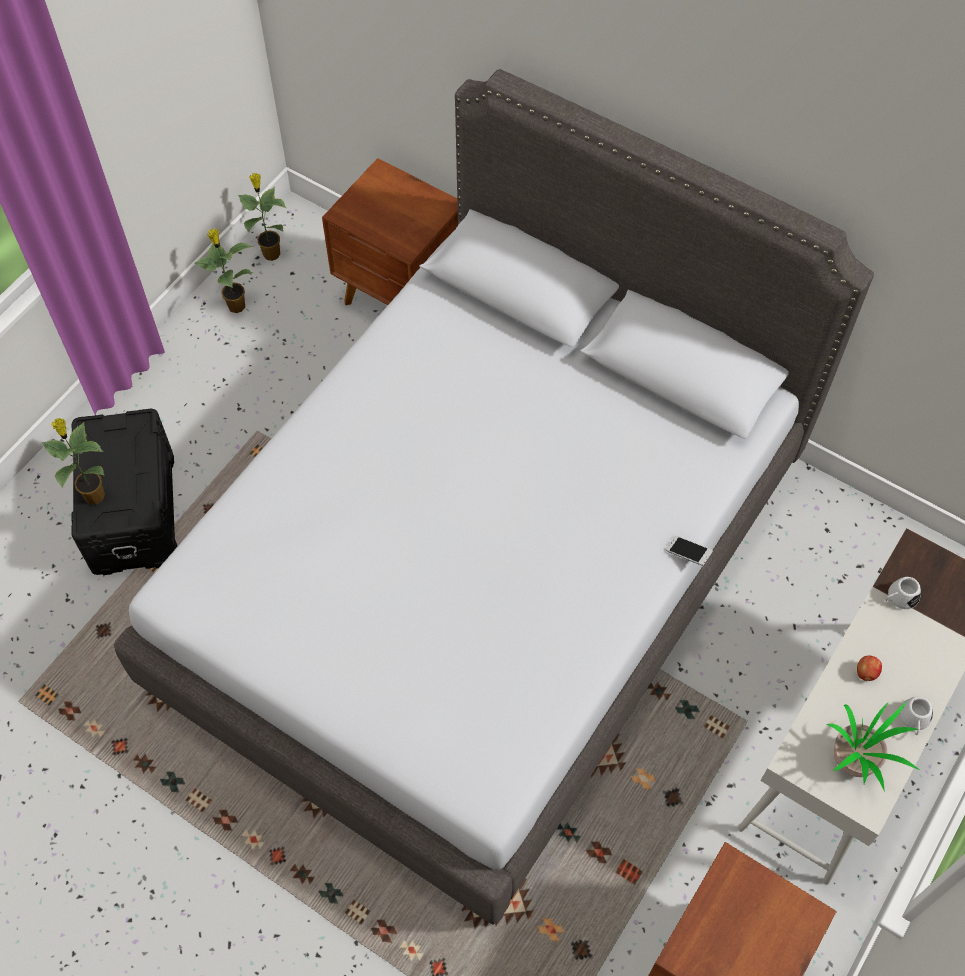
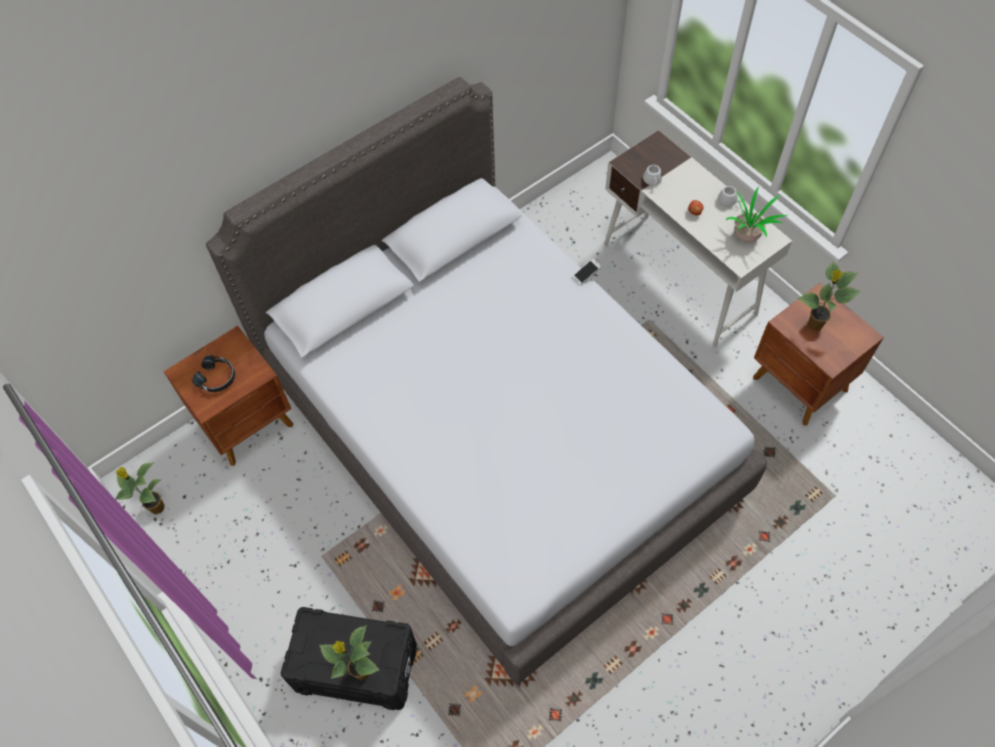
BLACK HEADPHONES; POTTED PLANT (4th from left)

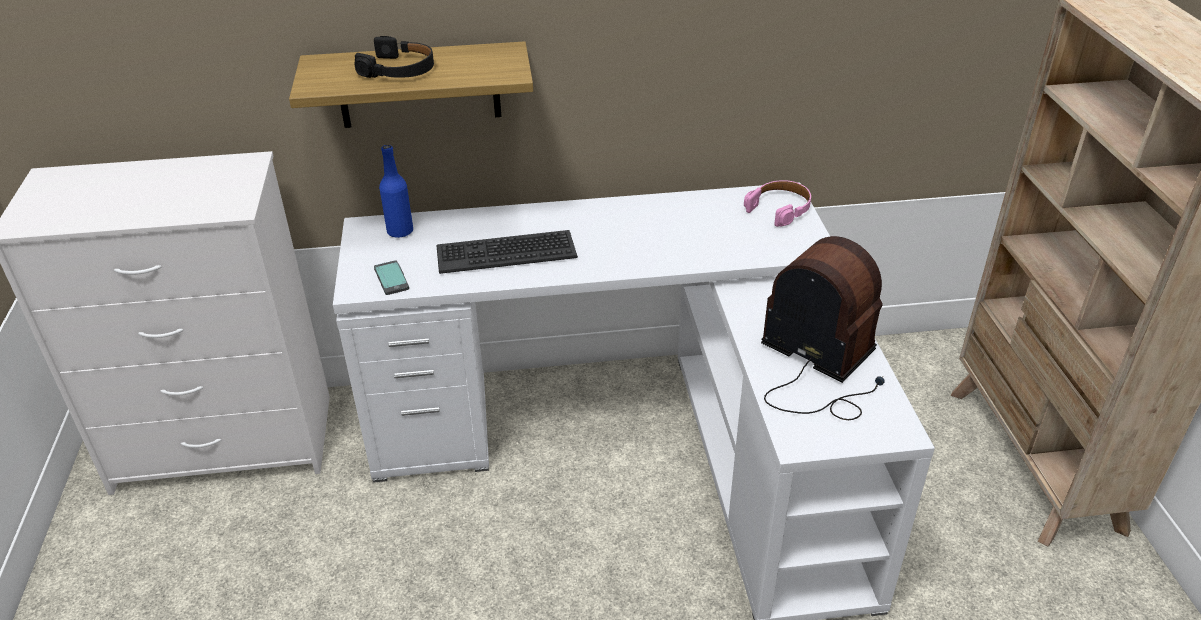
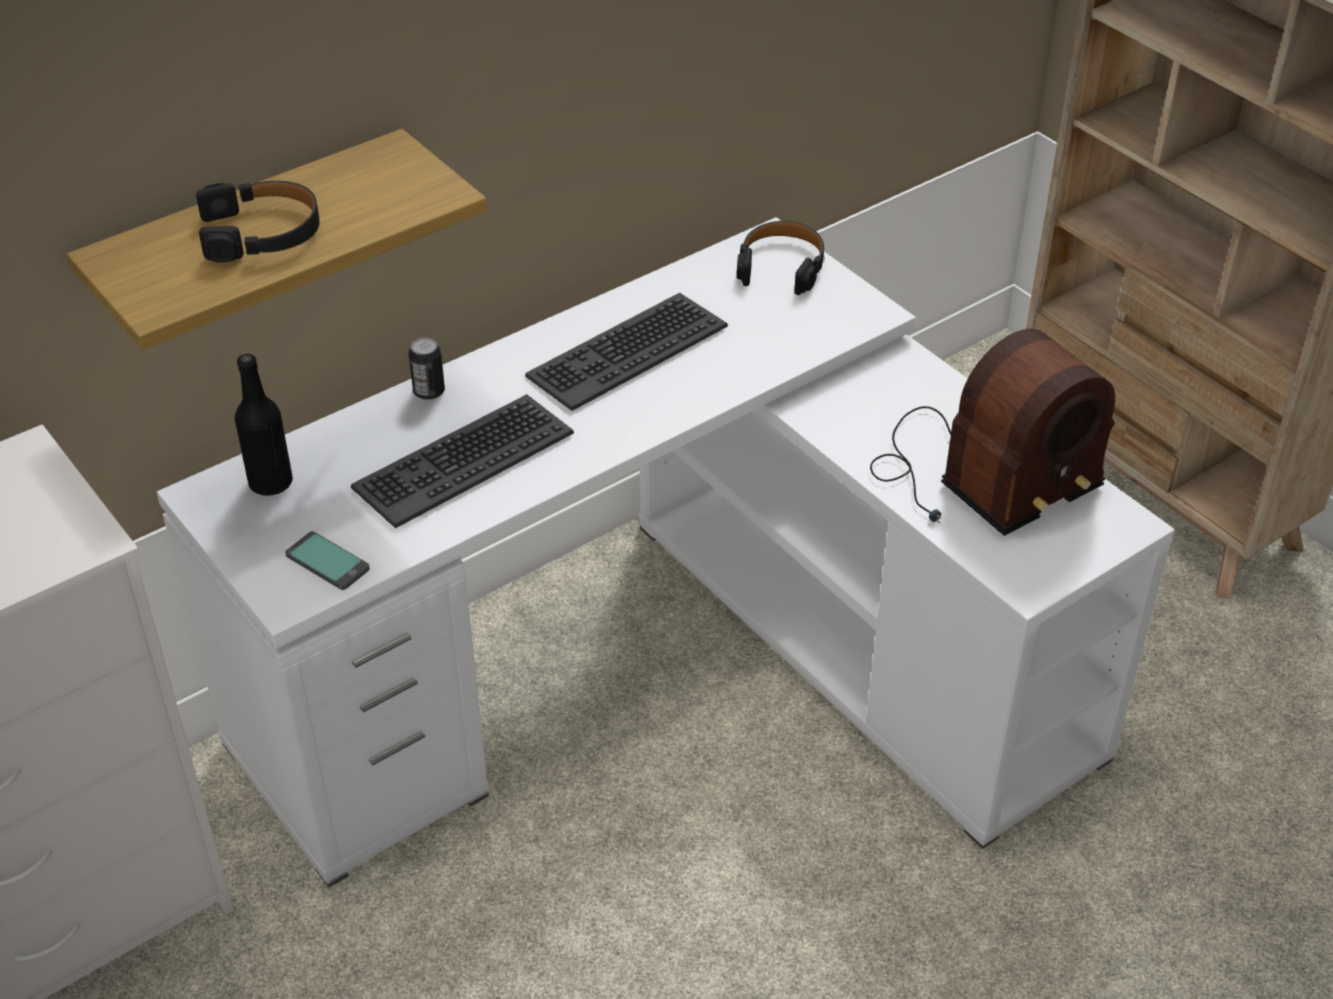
BLACK BOTTLE; CAN; KEYBOARD (2nd from left); BLACK HEADPHONES (2nd from left); RADIO

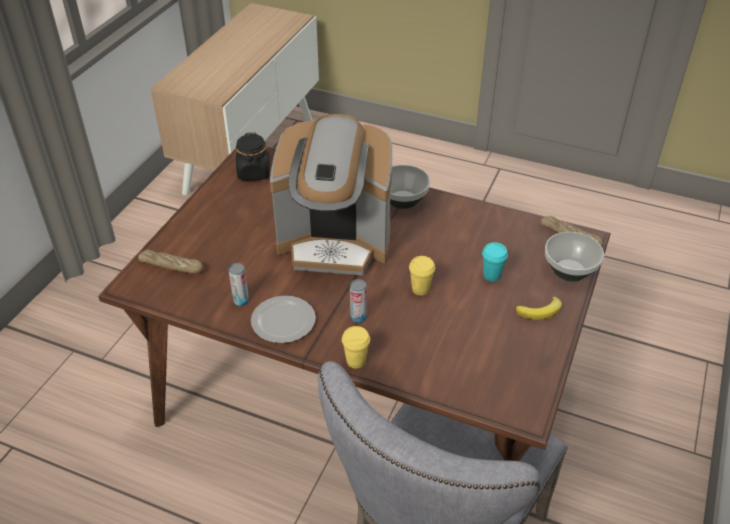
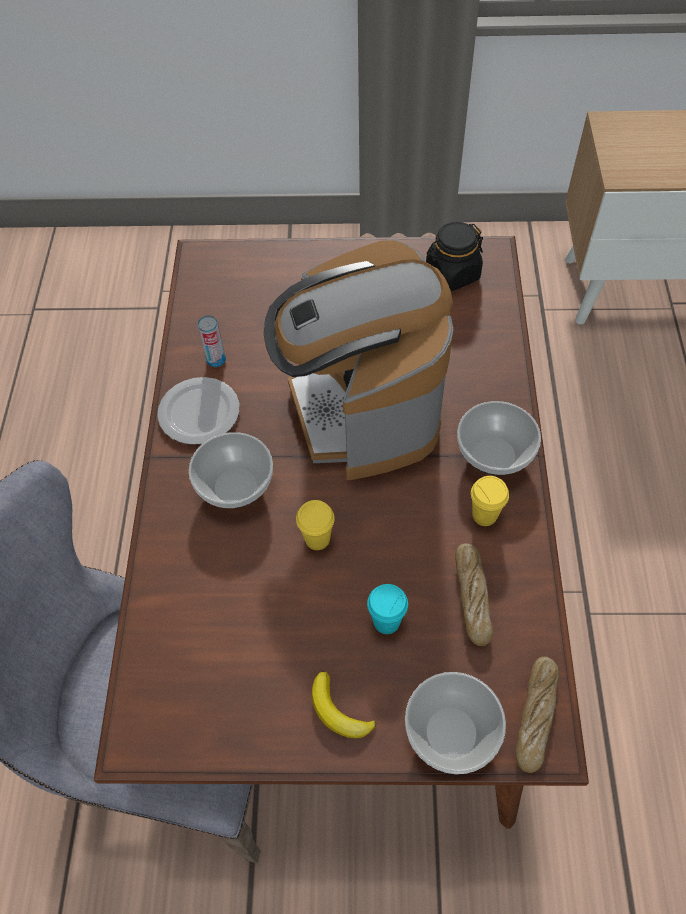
BOWL (1st from left); BREAD (1st from left); YELLOW CUP (2nd from left)

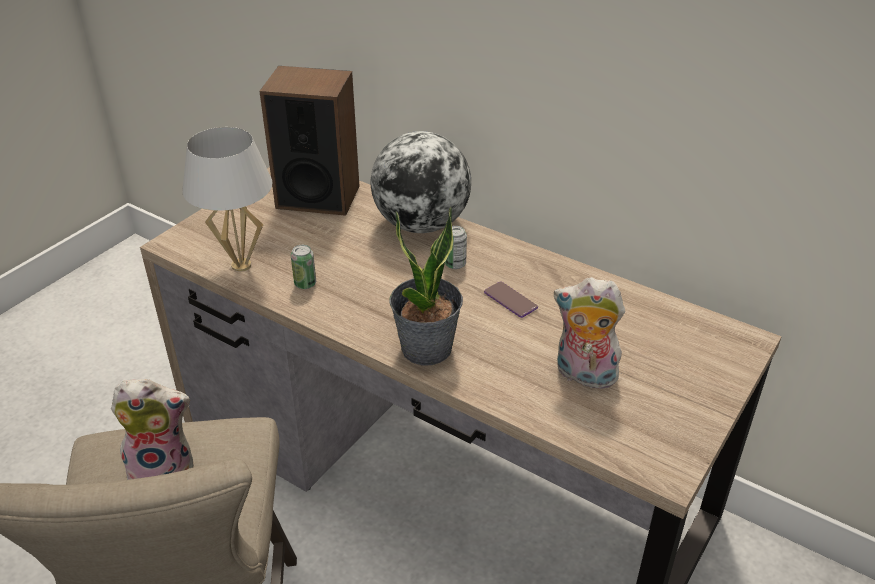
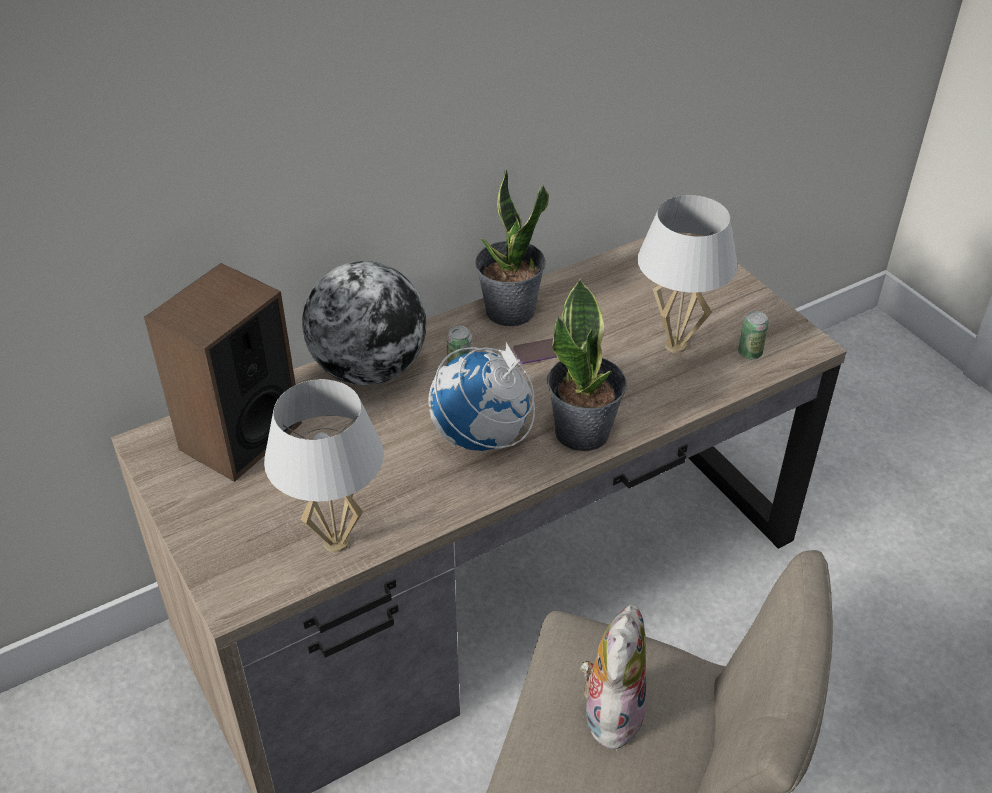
GLOBE (2nd from left); POTTED PLANT (1st from left); WHITE TABLE LAMP (2nd from left); CAN (2nd from left)

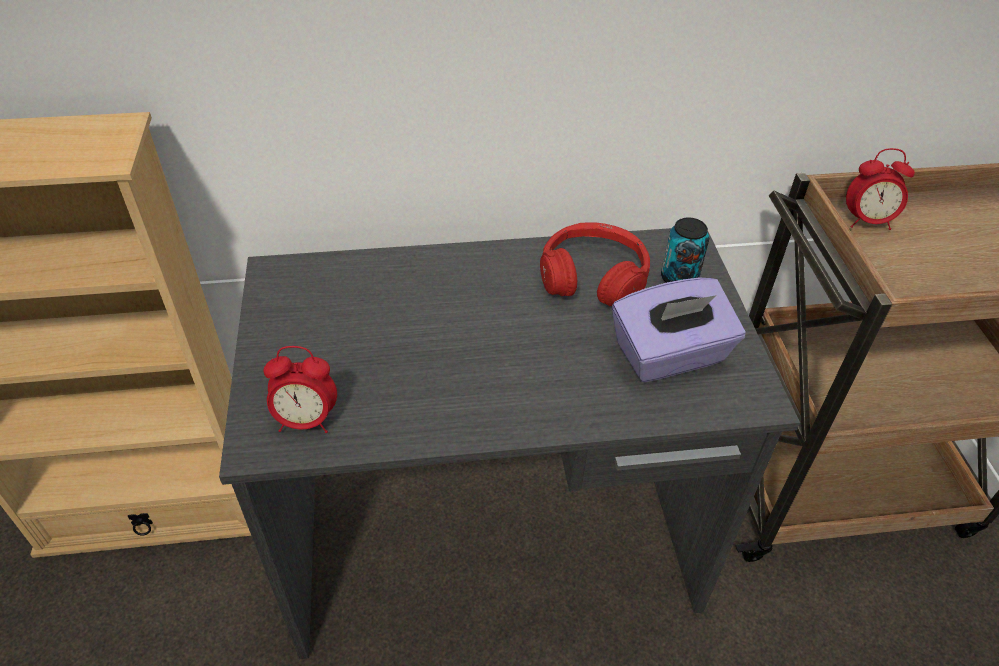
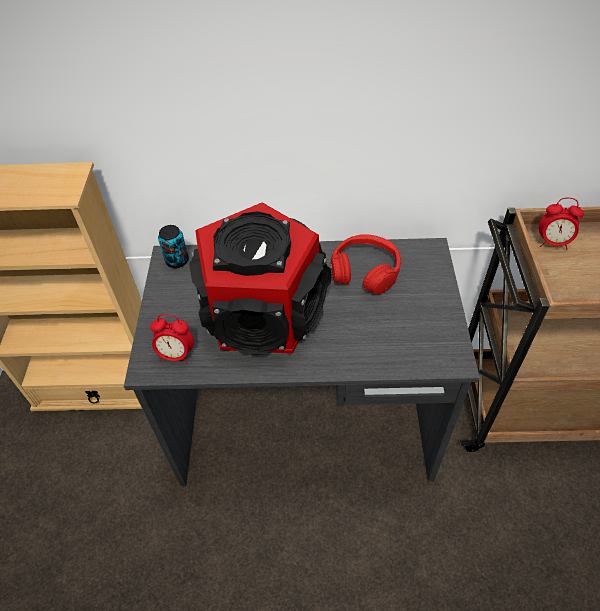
CAN; SPEAKER; PURPLE TISSUE BOX

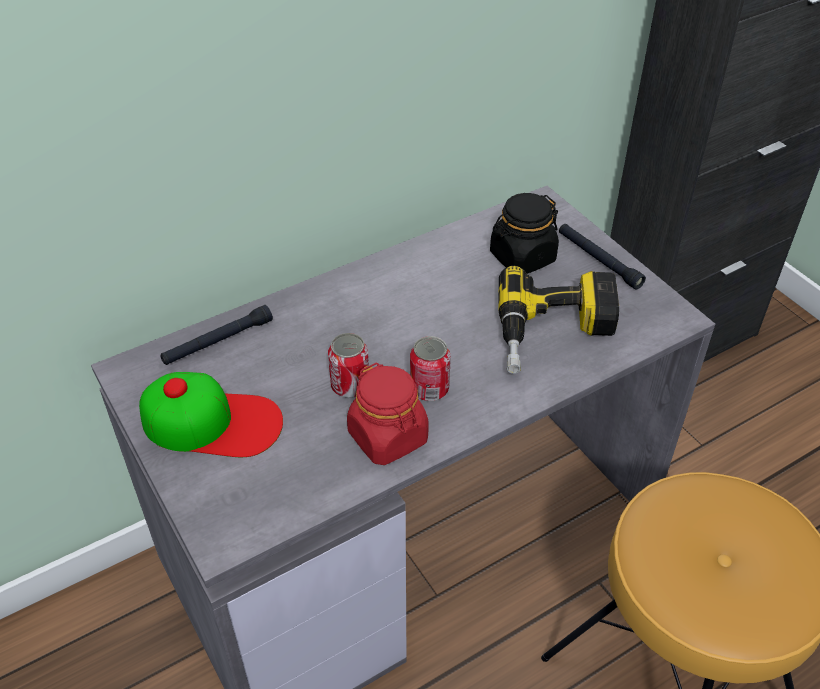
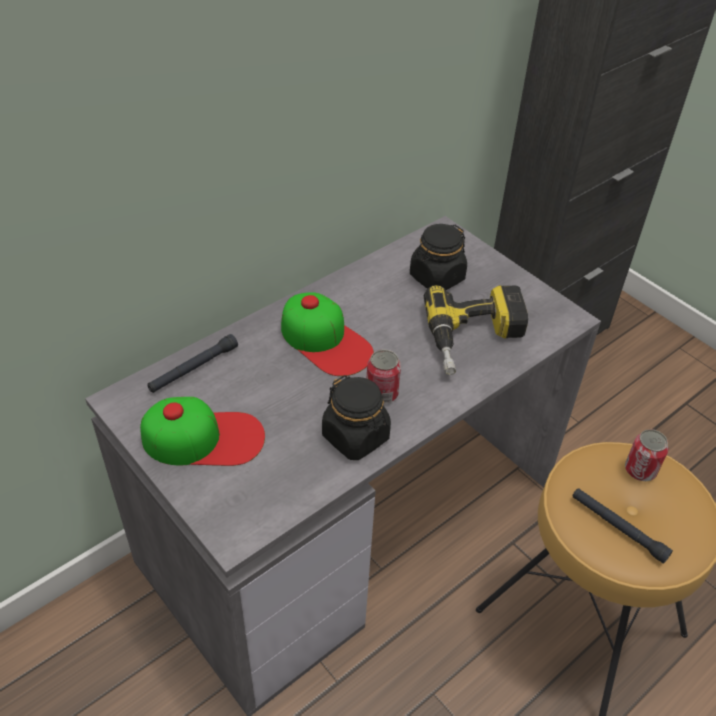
CAP (2nd from left); BLACK JAR (1st from left); BLACK FLASHLIGHT (2nd from left); CAN (2nd from left)

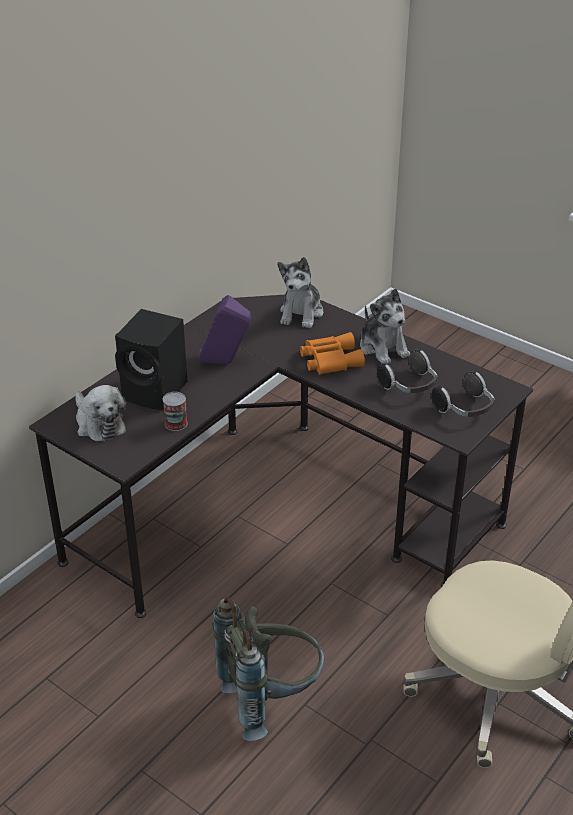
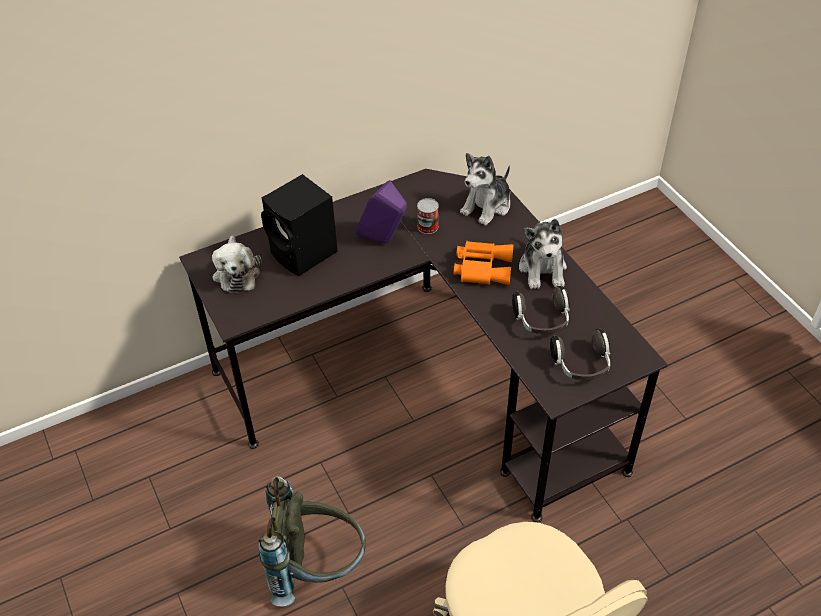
CAN

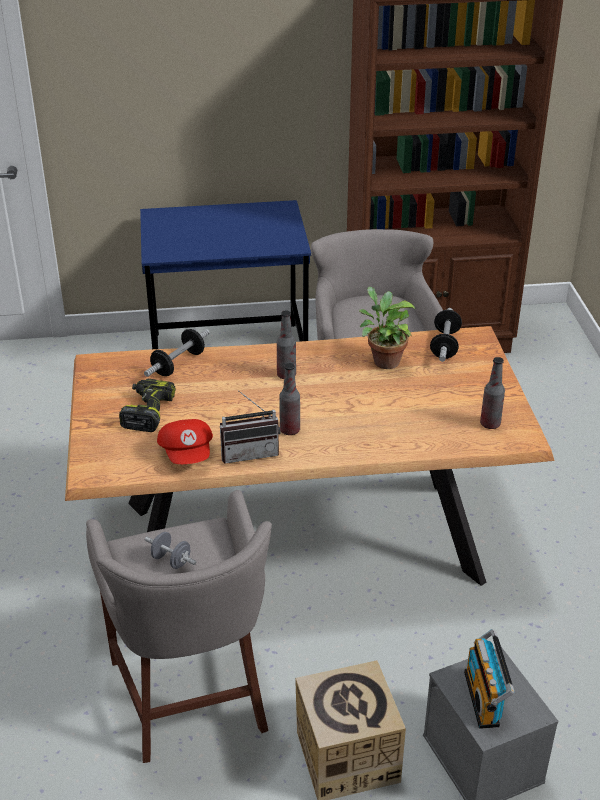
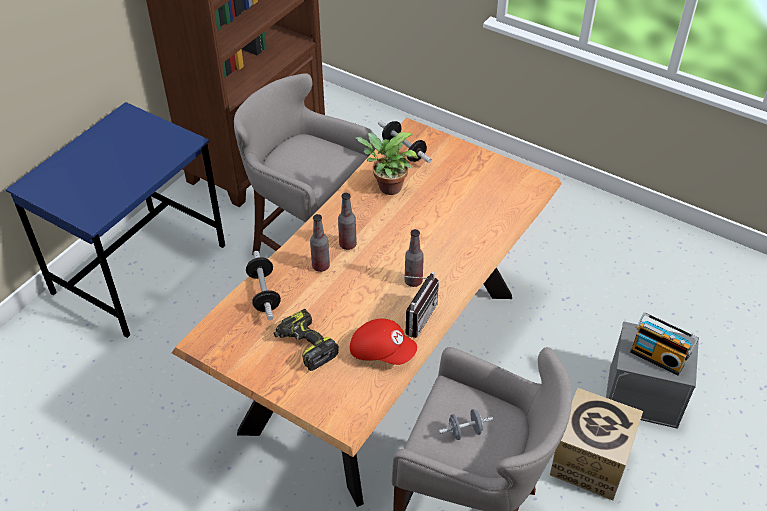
BOTTLE (1st from left)

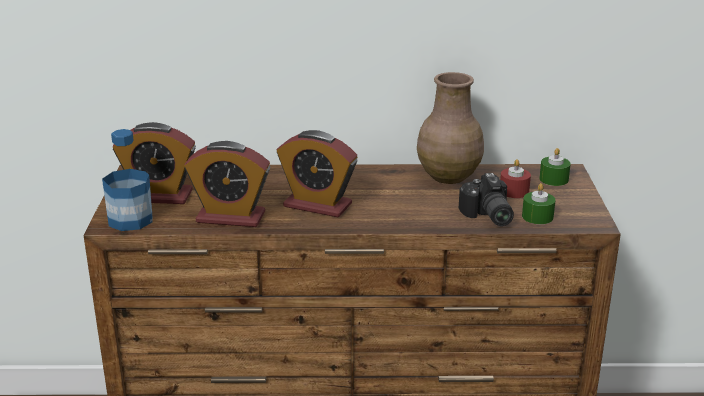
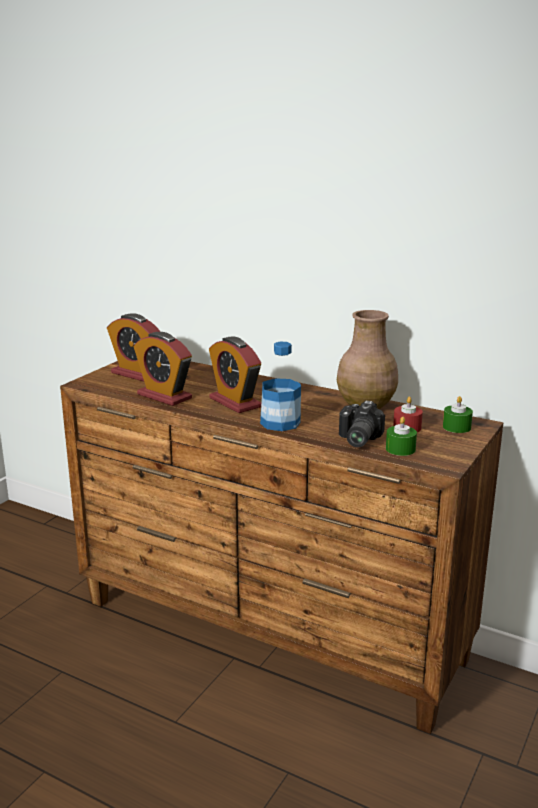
BOTTLE

